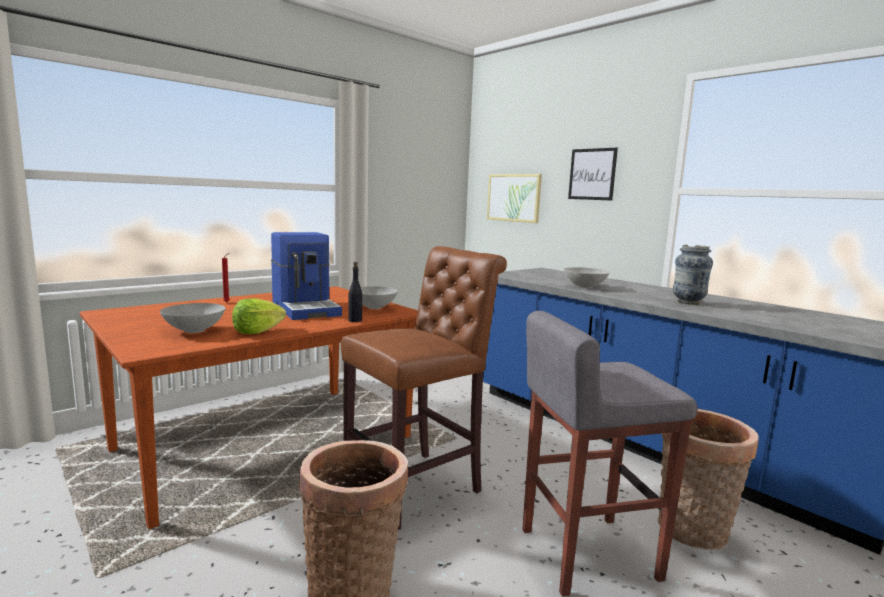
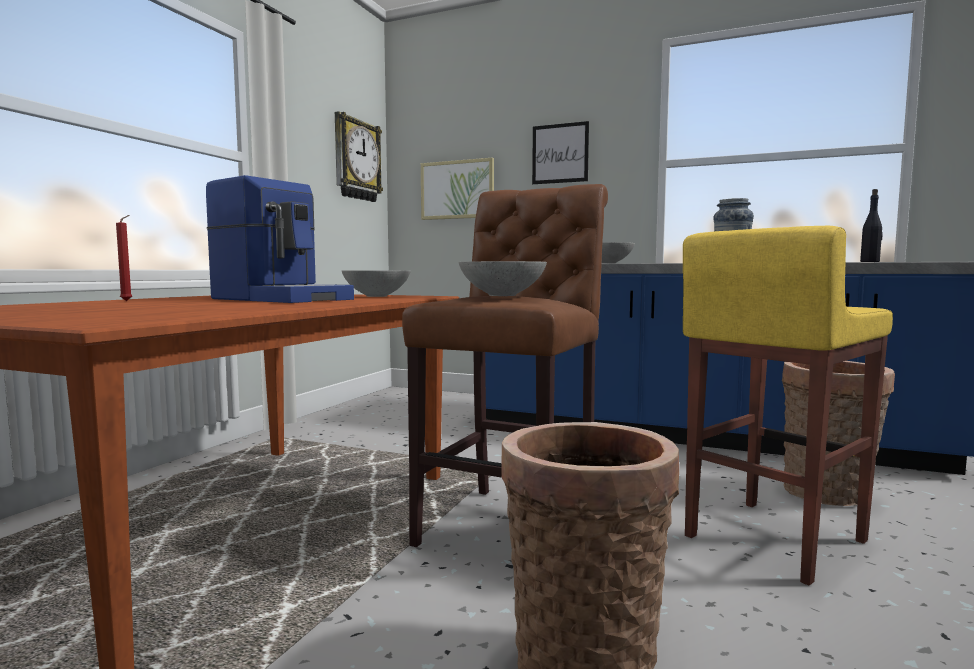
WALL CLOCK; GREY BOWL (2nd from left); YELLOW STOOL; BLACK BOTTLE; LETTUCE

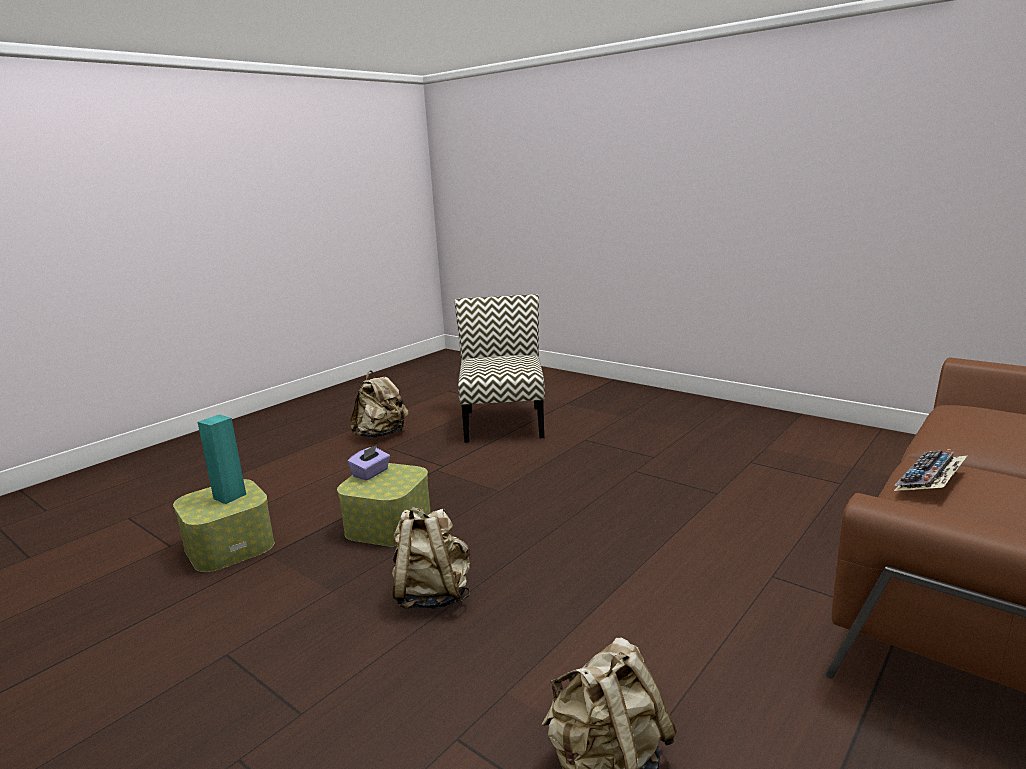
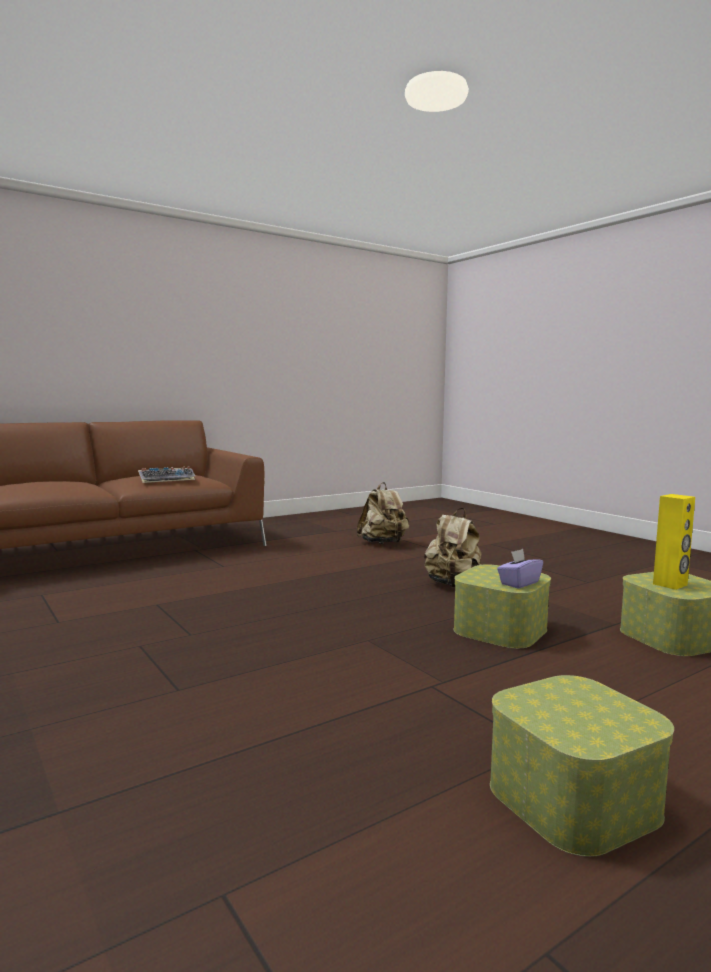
STORAGE BOX (2nd from left); YELLOW SPEAKER; CHAIR

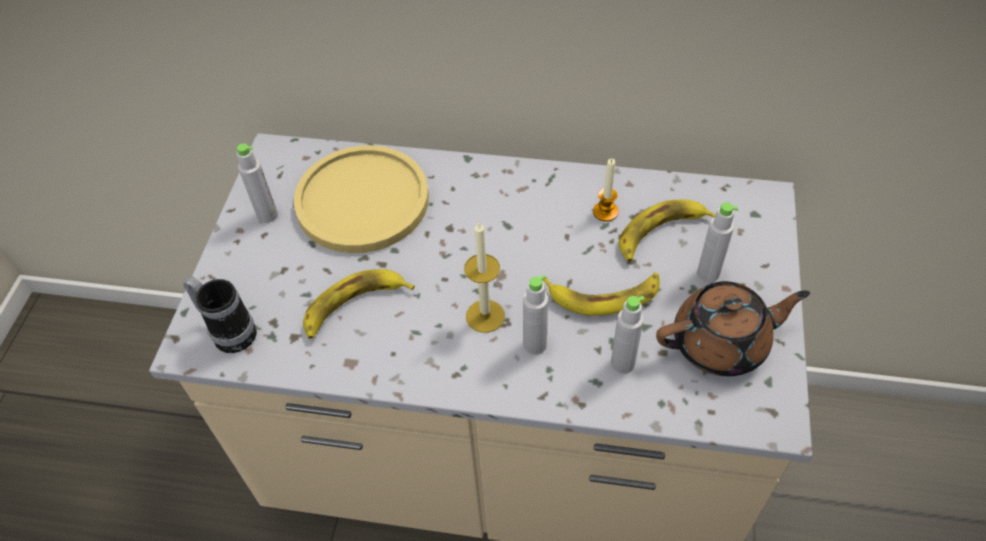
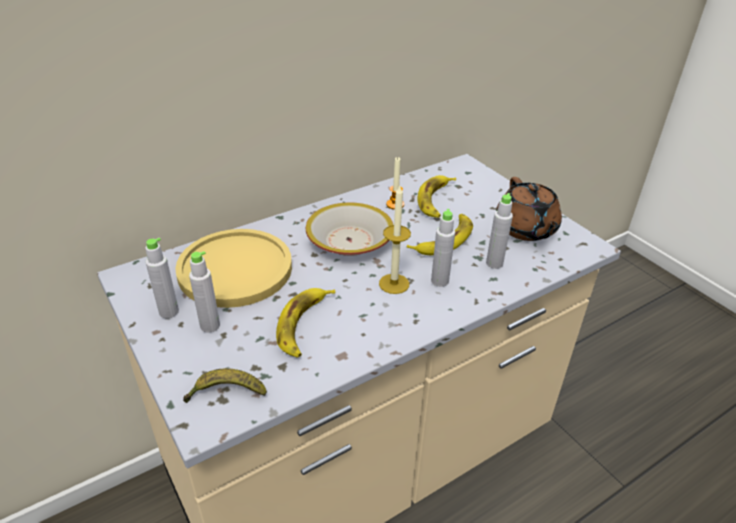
BANANA (1st from left); GREY BOTTLE (2nd from left); BOWL; BROWN TEAPOT

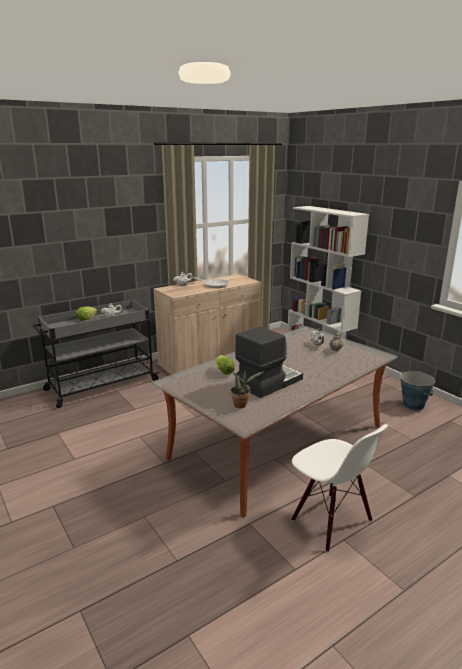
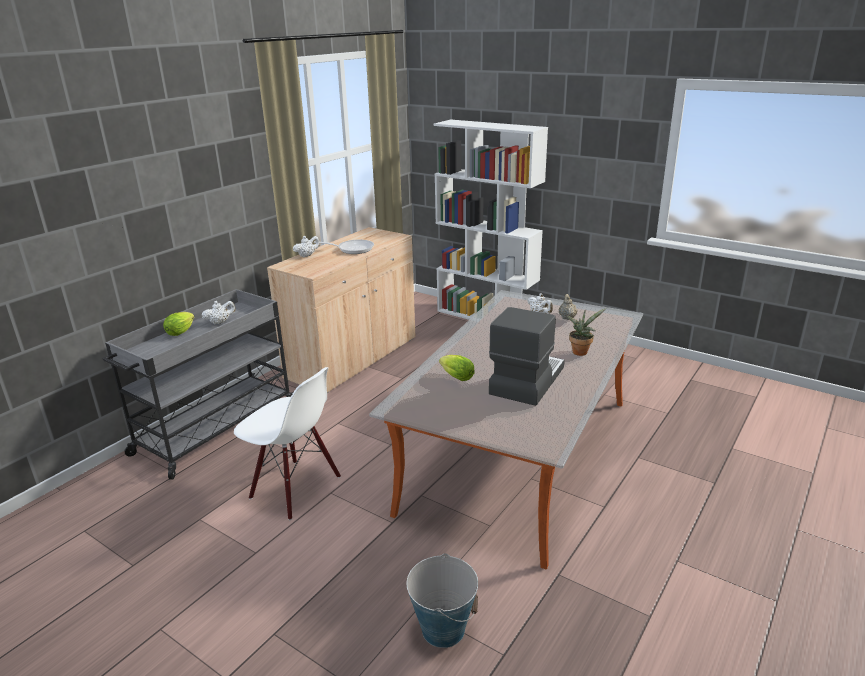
WHITE CHAIR; BUCKET; POTTED PLANT

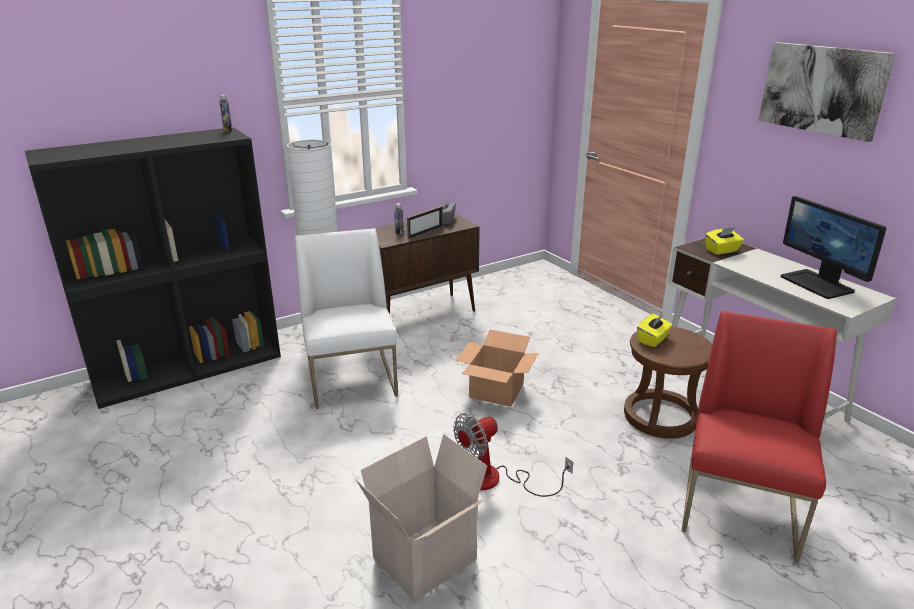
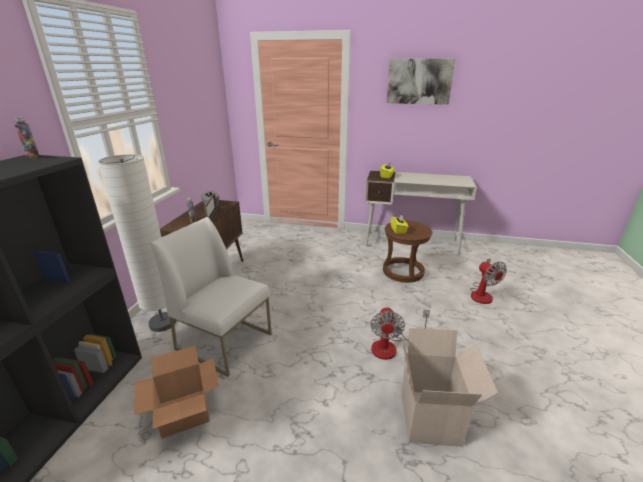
CARDBOARD BOX (1st from left); FAN (2nd from left); MONITOR

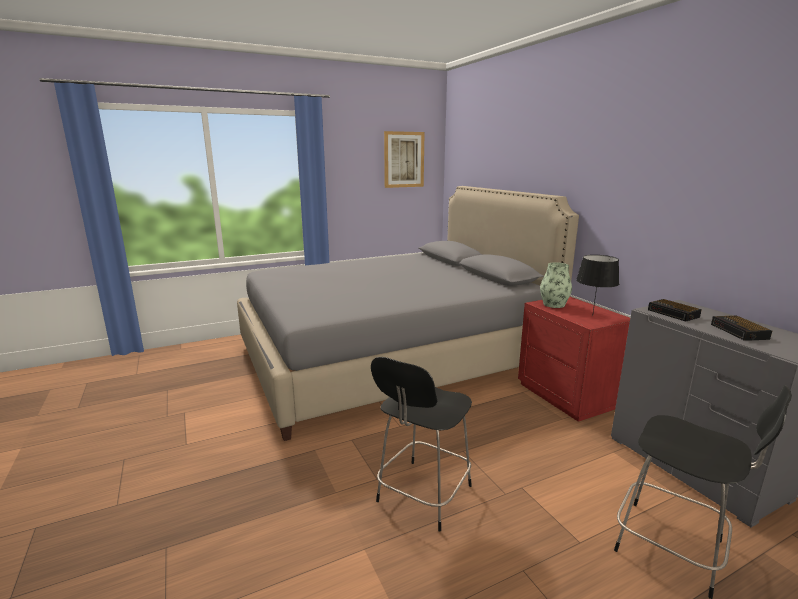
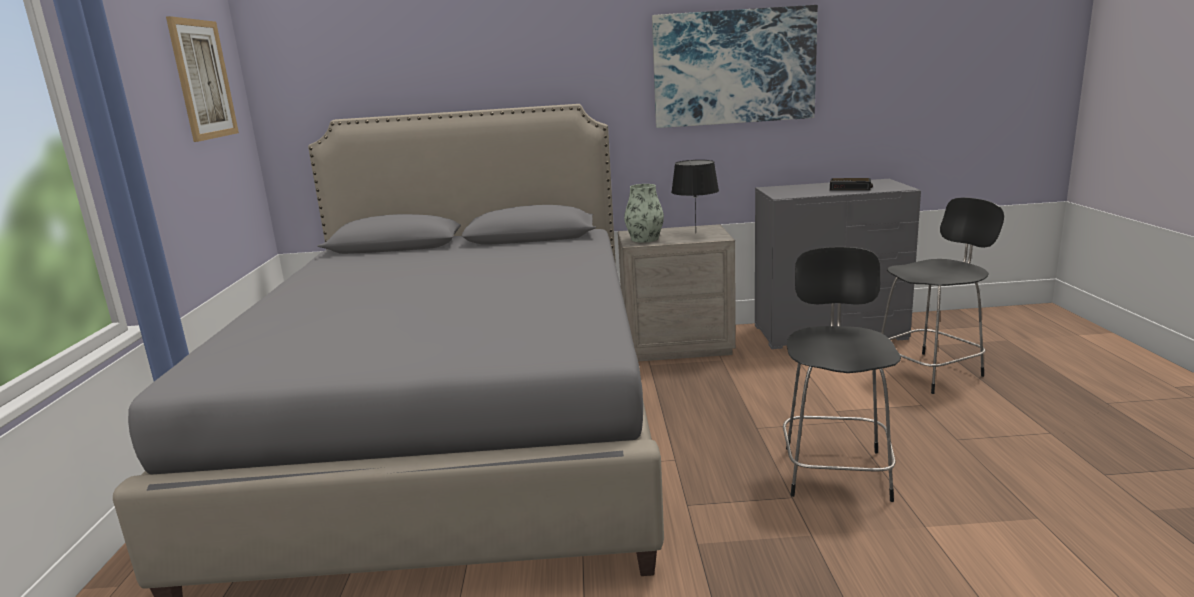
BEIGE NIGHTSTAND; PICTURE (2nd from left); BLACK CHAIR (1st from left); ALARM CLOCK (1st from left in the first image)

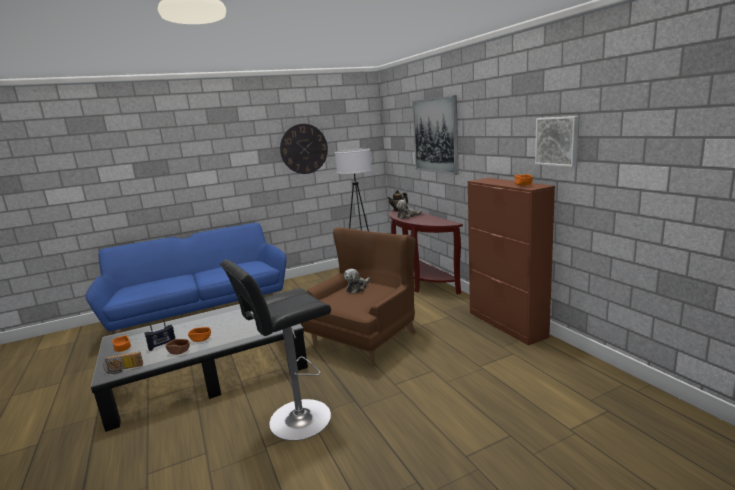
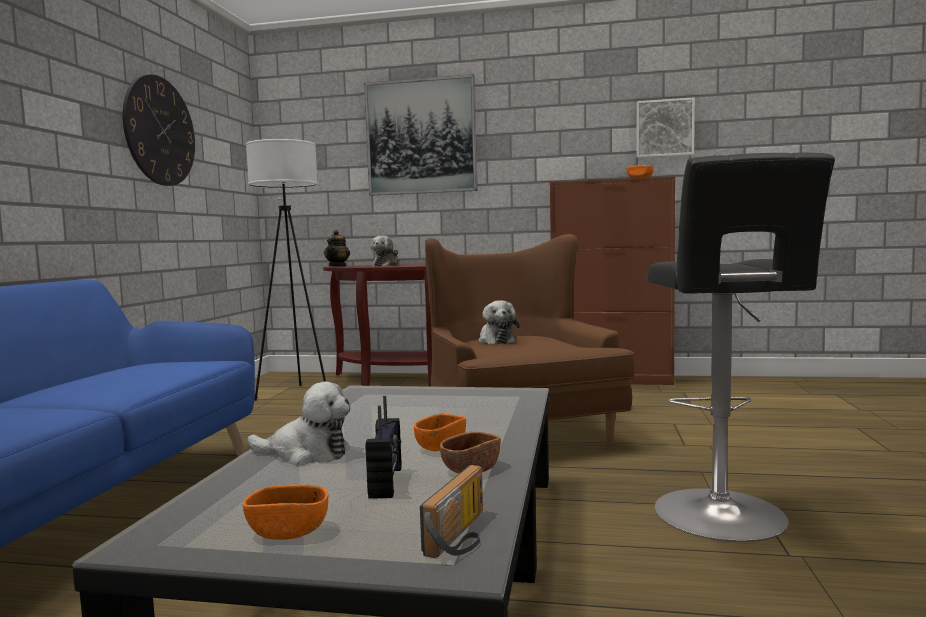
PLUSH TOY (1st from left)

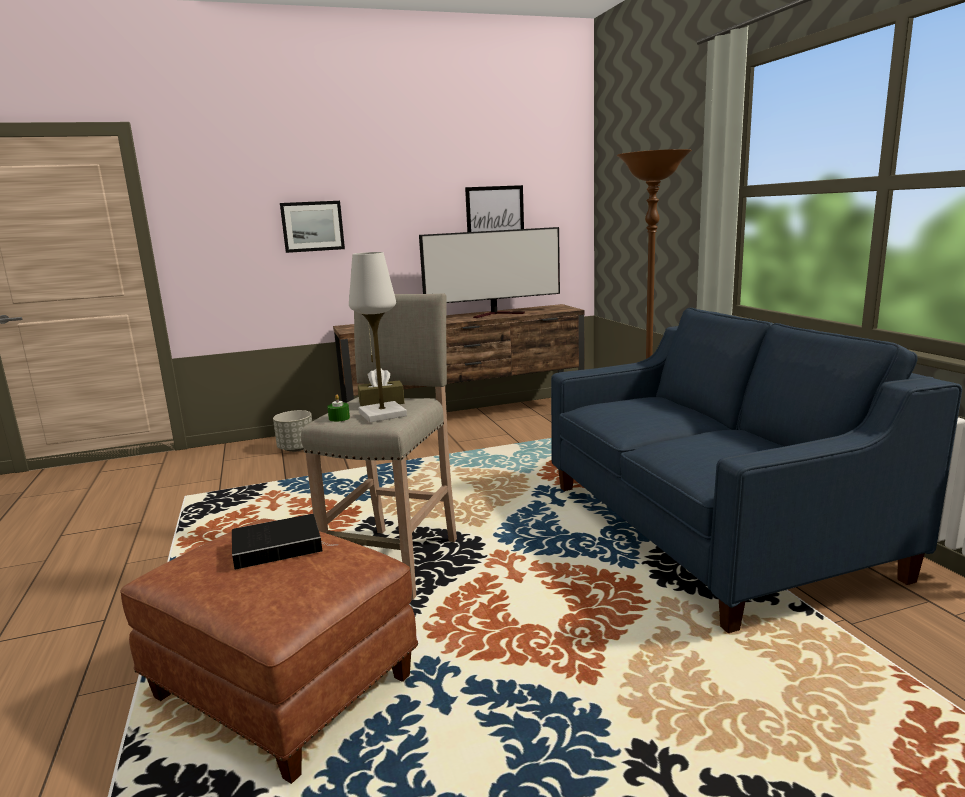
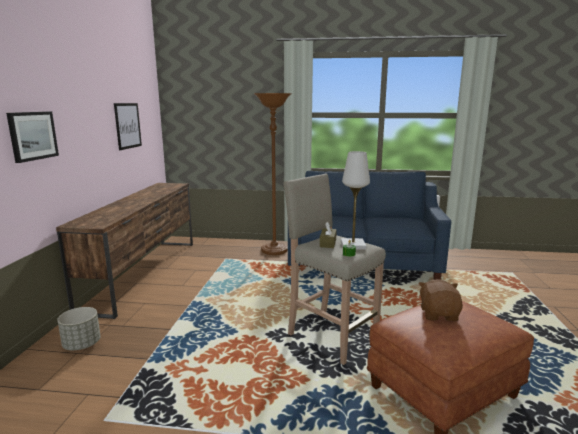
BROWN PLUSH TOY; TELEVISION

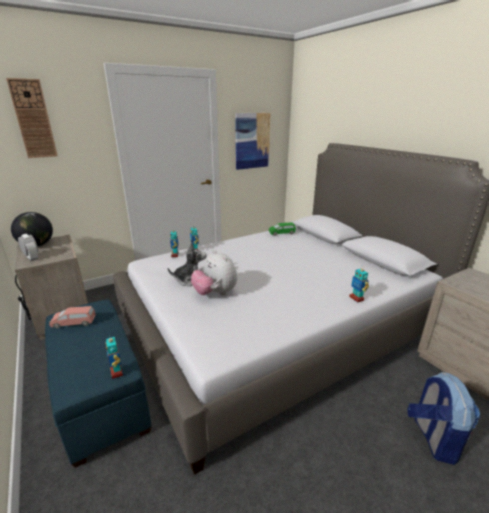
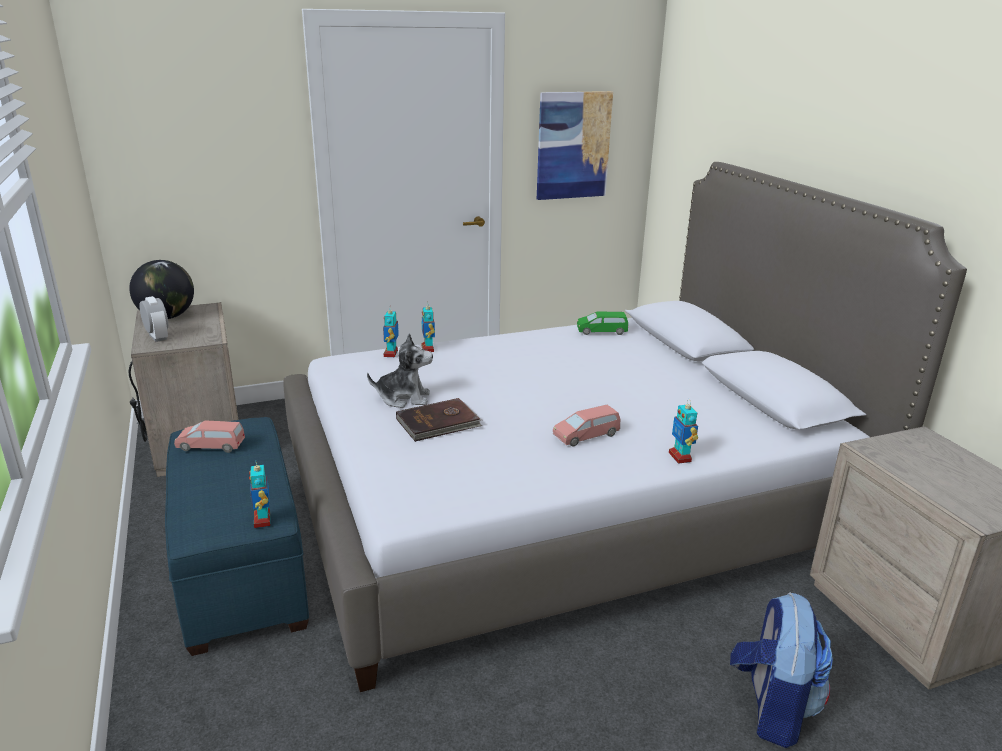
BROWN BOOK; PINK TOY CAR (2nd from left); WALL CLOCK

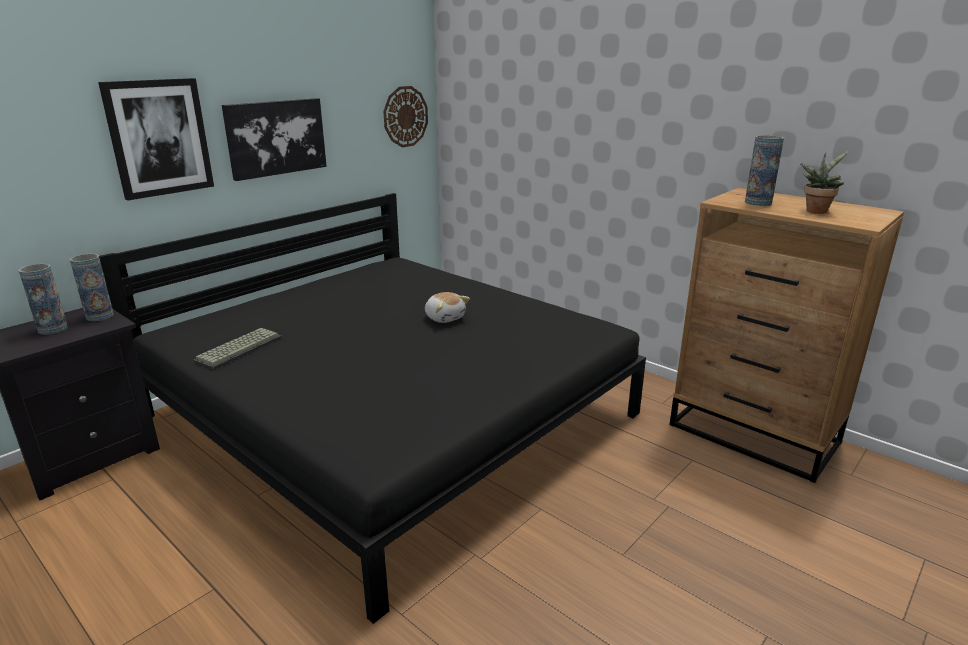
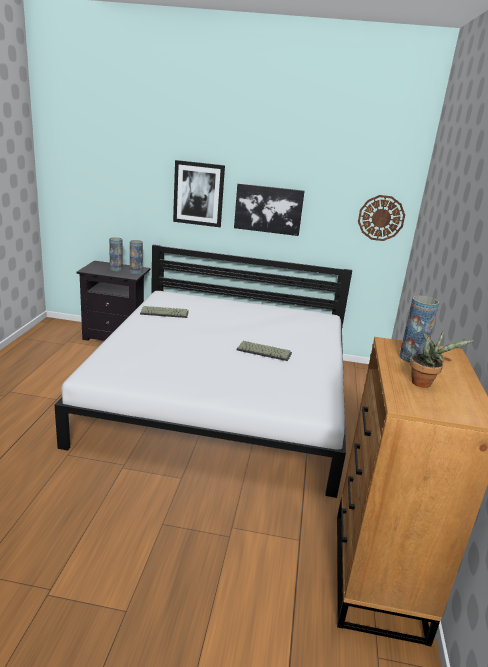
WHITE BED; KEYBOARD (2nd from left)

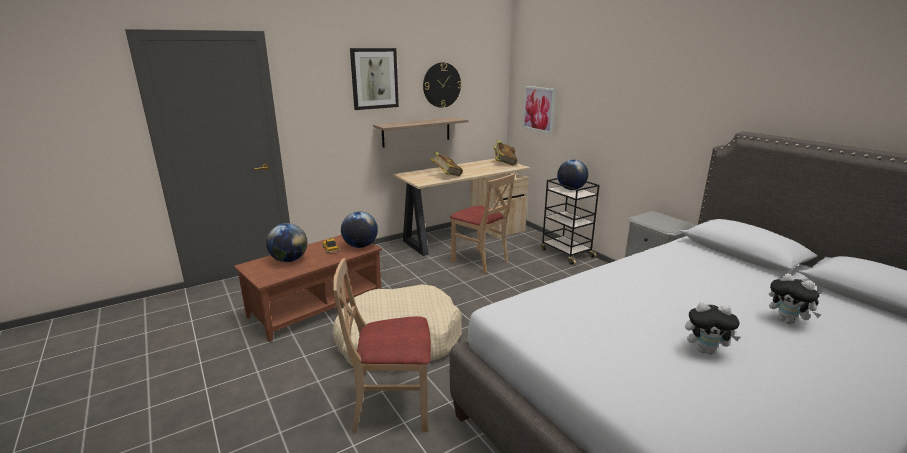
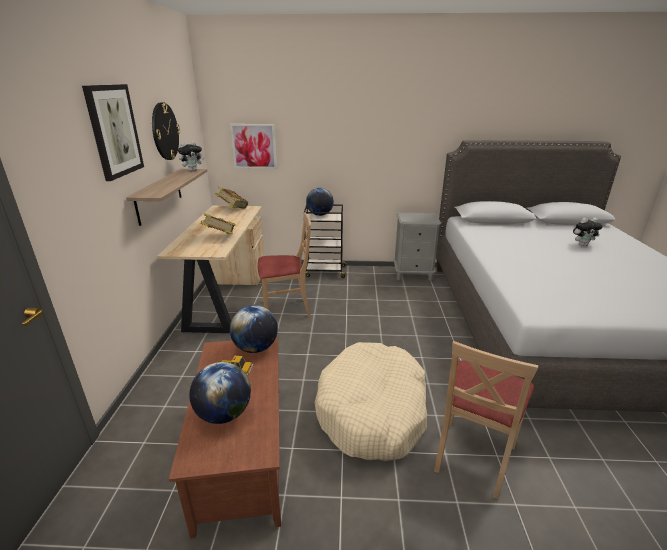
PLUSH TOY (1st from left)

